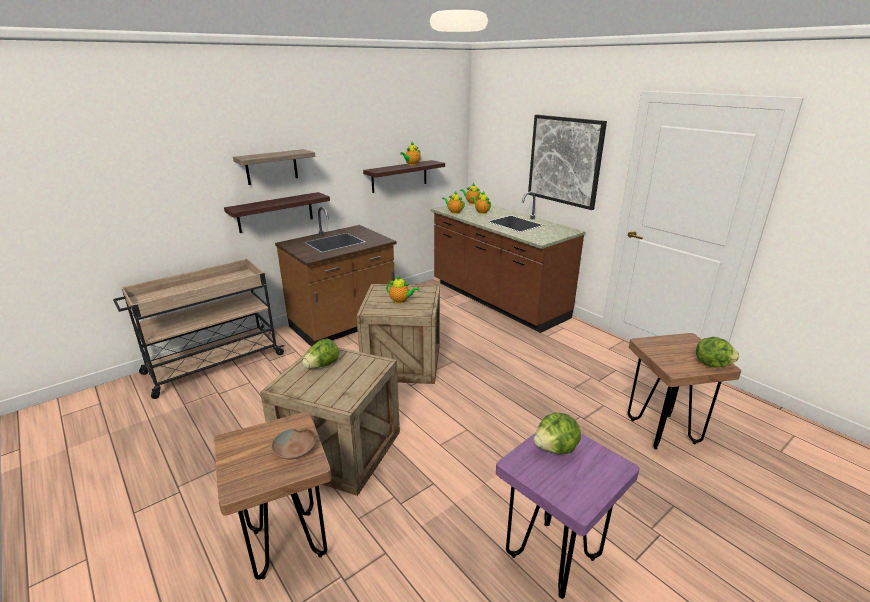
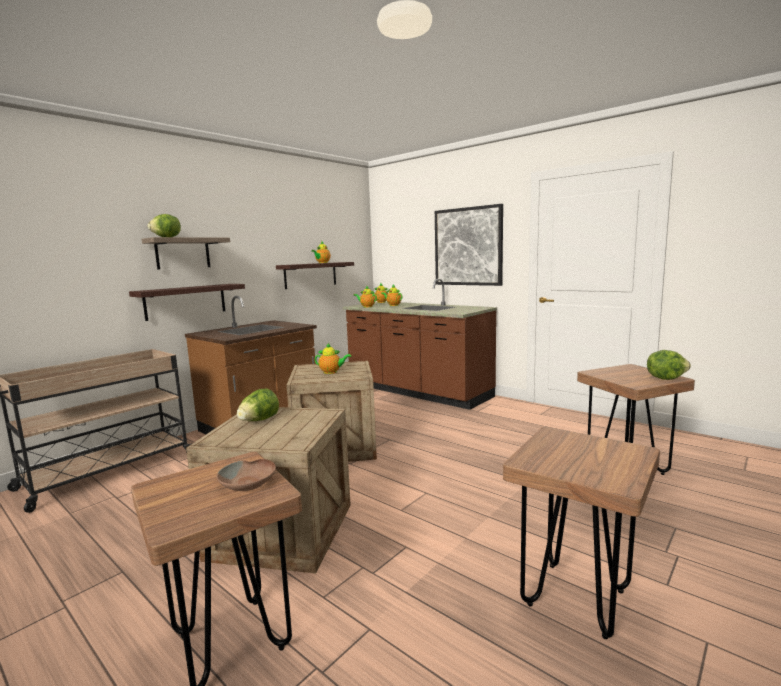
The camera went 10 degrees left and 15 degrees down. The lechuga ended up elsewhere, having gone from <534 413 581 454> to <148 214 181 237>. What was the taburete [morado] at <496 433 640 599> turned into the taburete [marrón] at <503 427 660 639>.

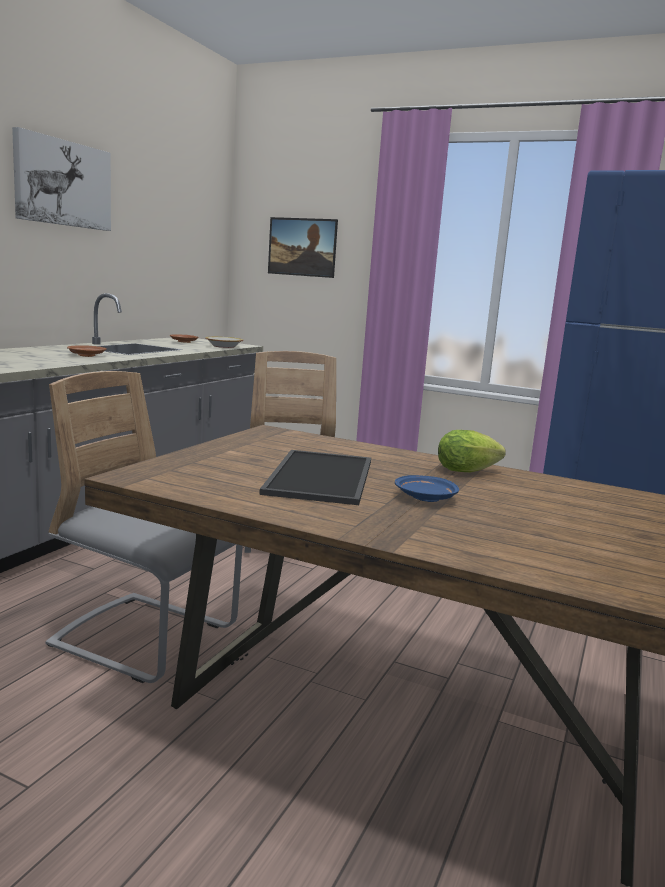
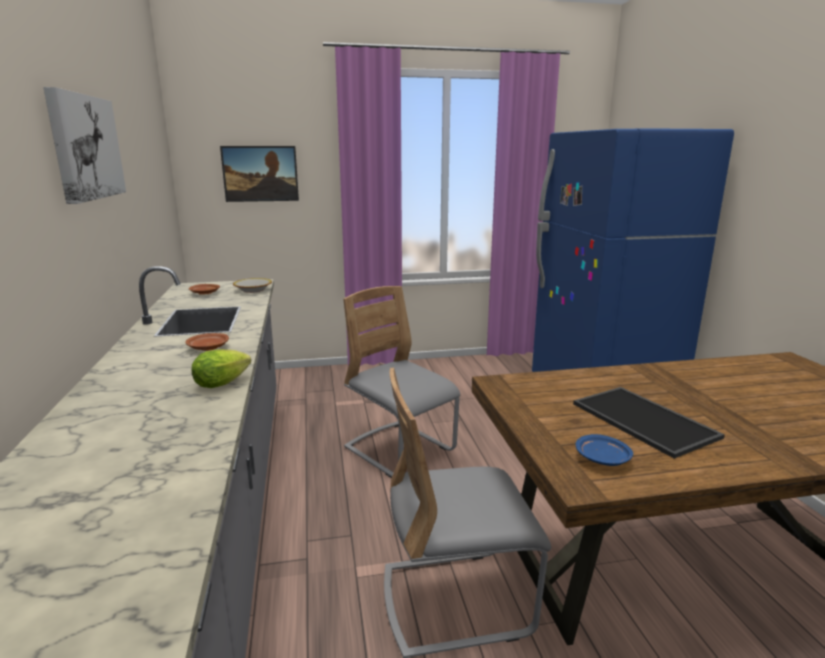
The camera went 35 degrees left and 5 degrees up. The plato [azul] ended up elsewhere, having gone from <395 475 459 502> to <576 434 633 466>. The lechuga ended up elsewhere, having gone from <438 430 506 473> to <192 349 251 388>.

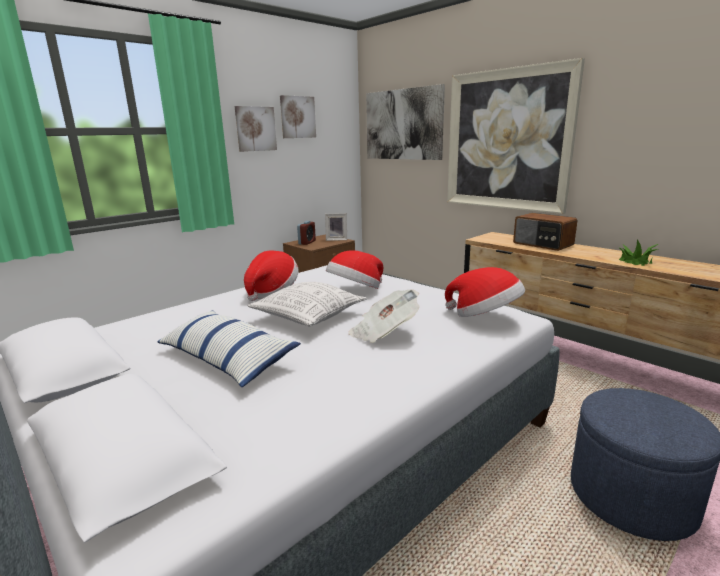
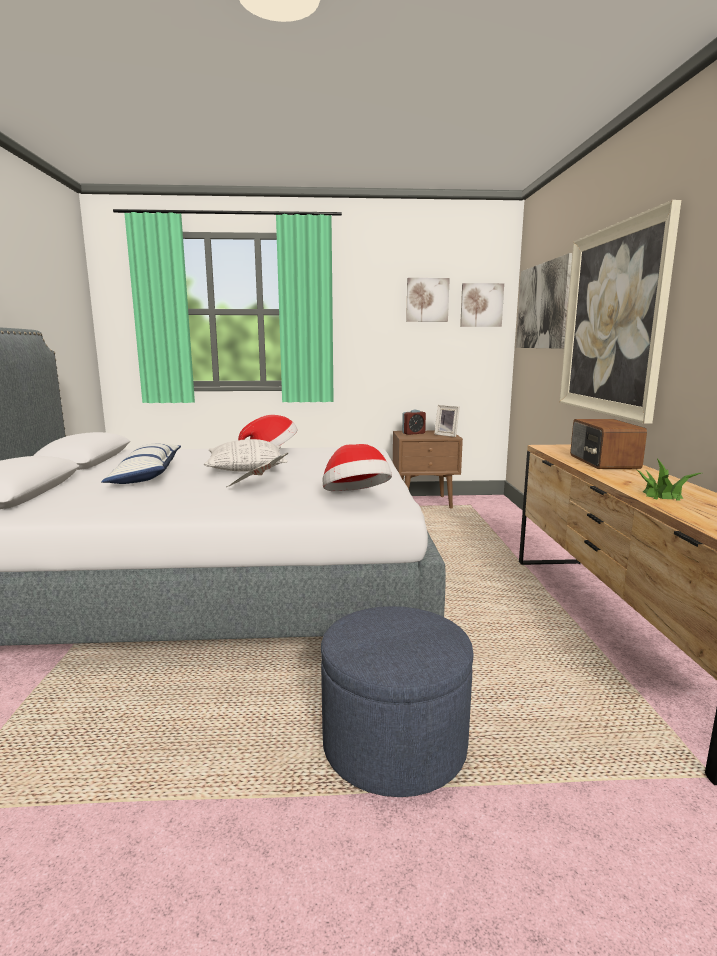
The camera went 40 degrees right and 5 degrees down. The second view lost the sombrero at <326 250 383 289>. The cuadro ended up elsewhere, having gone from <235 106 277 152> to <460 283 504 327>.

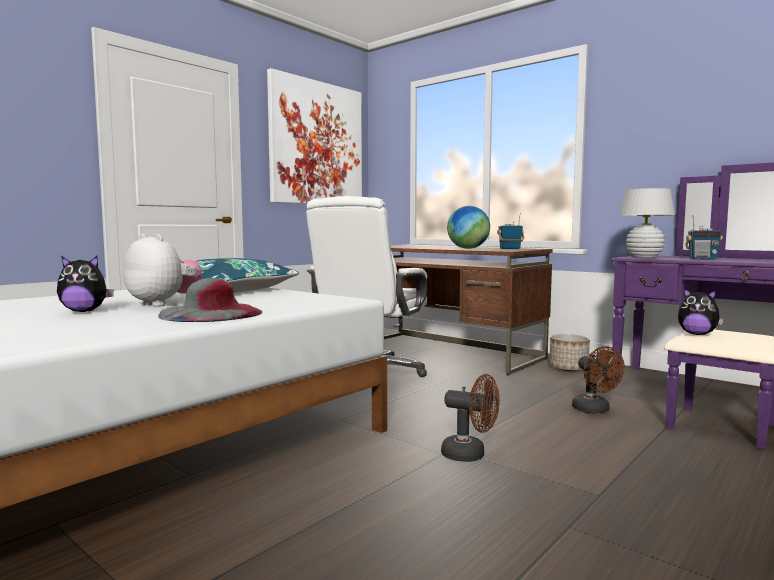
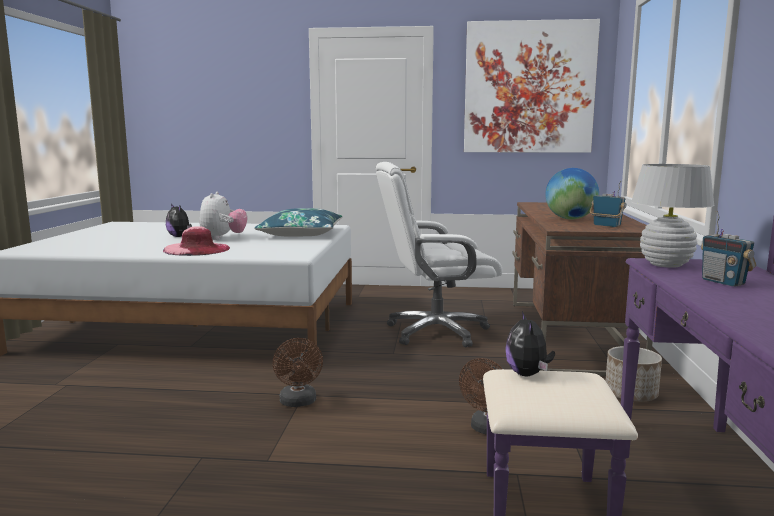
The camera went 55 degrees right and 5 degrees up. What was the sombrero [gris] at <158 278 262 322> turned into the sombrero [rosa] at <163 226 230 256>.

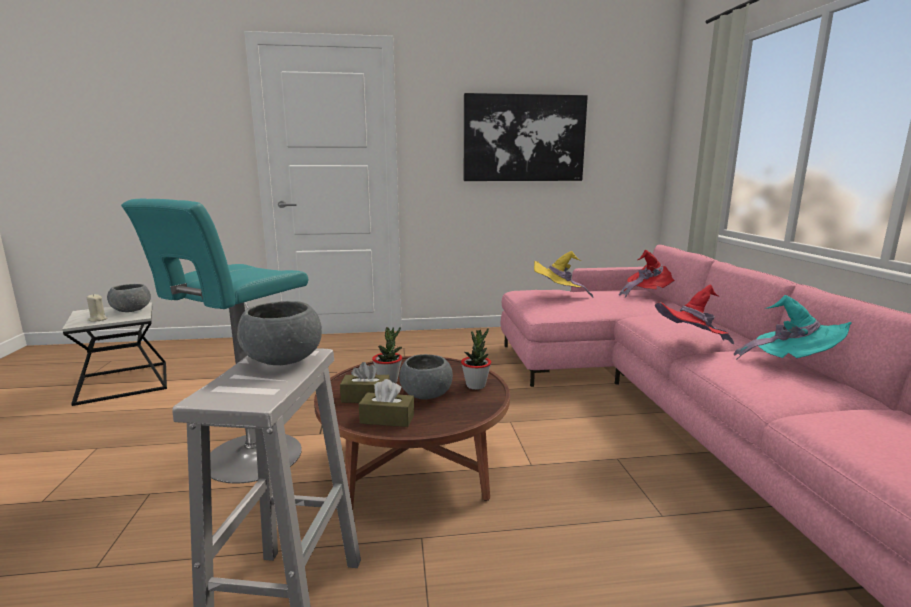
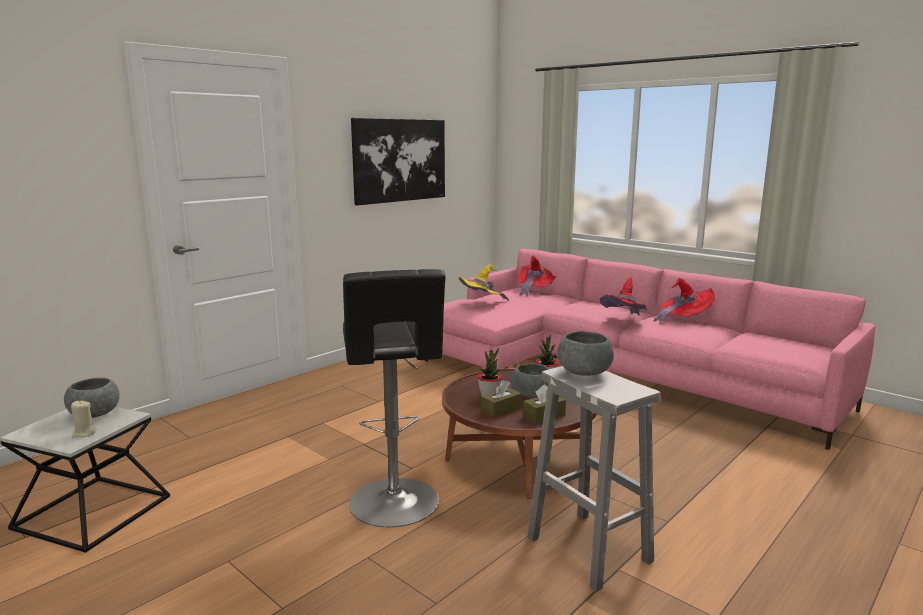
The camera went 40 degrees left and 0 degrees up. What was the taburete [turquesa] at <121 198 308 483> turned into the taburete [negro] at <343 269 445 527>. What was the sombrero [turquesa] at <734 295 852 360> turned into the sombrero [rojo] at <654 278 715 324>.

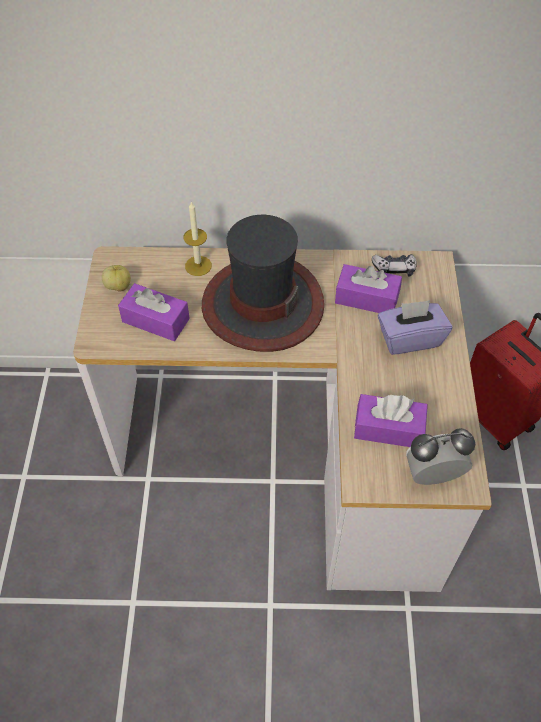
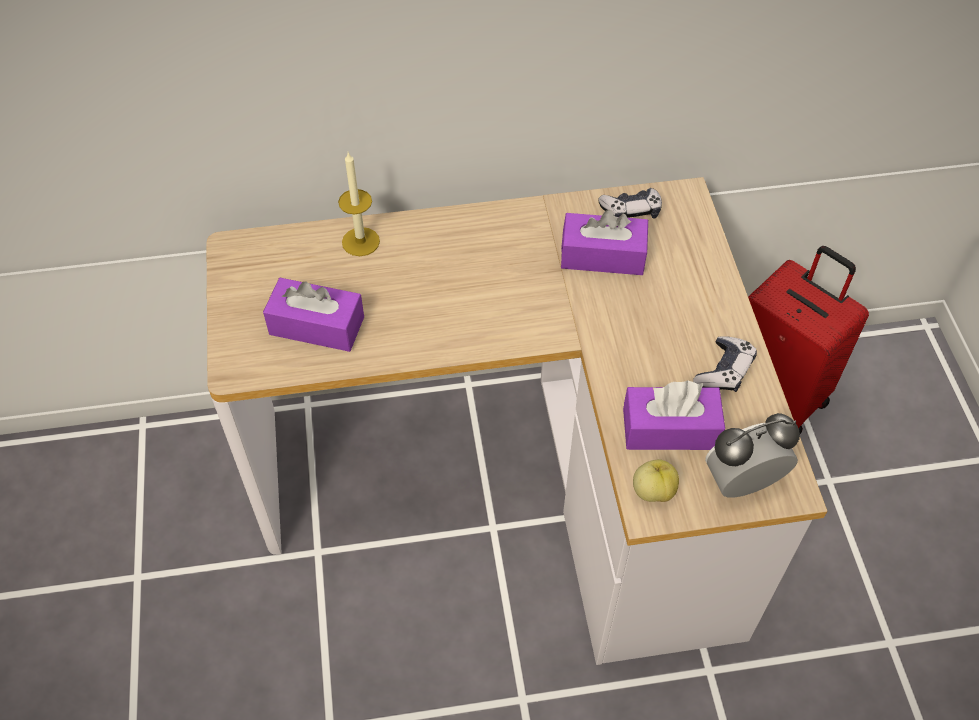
The camera went 10 degrees left and 0 degrees up. The second view lost the sombrero at <202 215 324 352>. The second view lost the caja de pañuelos [morado] at <378 300 452 355>. The second view gained the mando de consola at <693 336 757 392>. The manzana ended up elsewhere, having gone from <102 265 131 291> to <633 459 679 502>.

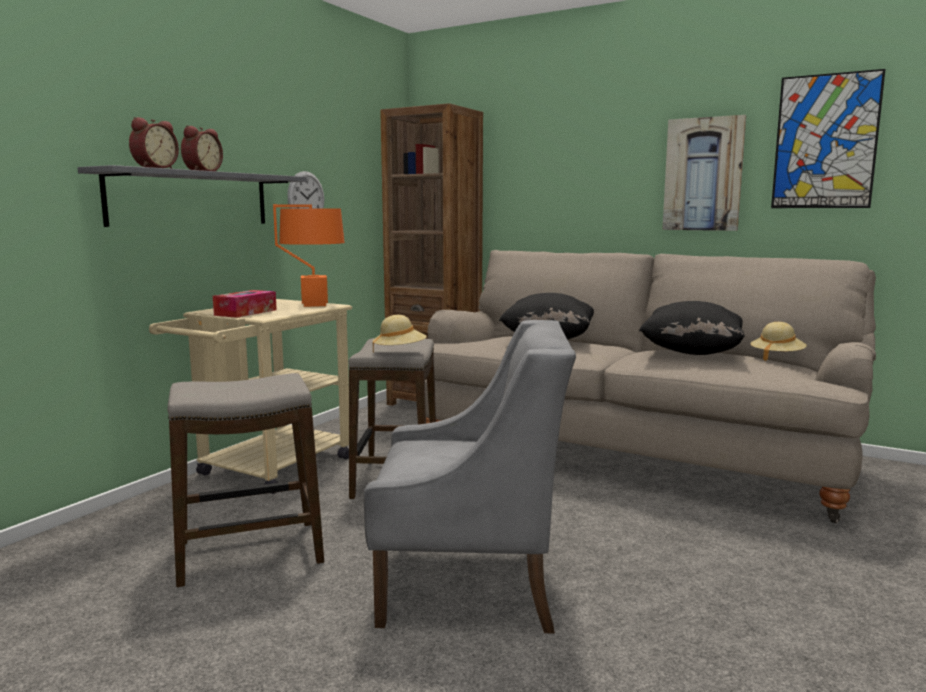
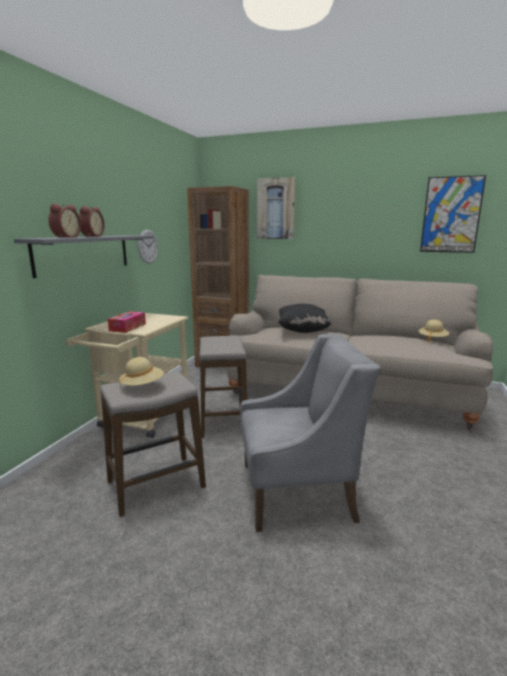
The camera went 10 degrees left and 5 degrees up. The second view lost the lámpara de mesa [naranja] at <273 204 345 307>. The second view lost the cojín [negro] at <639 301 745 355>. The sombrero [beis] ended up elsewhere, having gone from <373 315 427 353> to <119 357 164 390>. The cuadro ended up elsewhere, having gone from <662 115 746 231> to <257 177 296 239>.

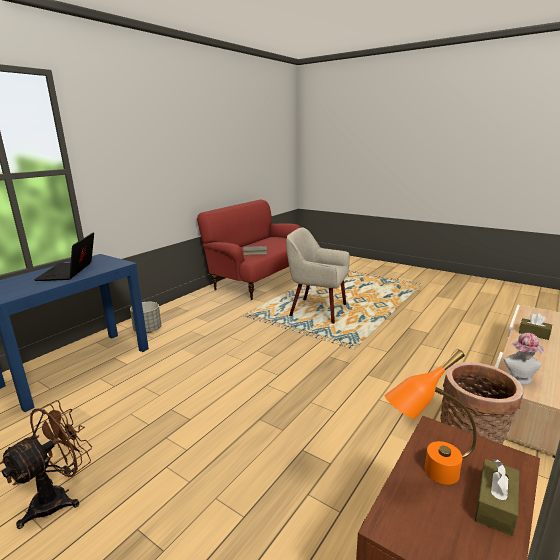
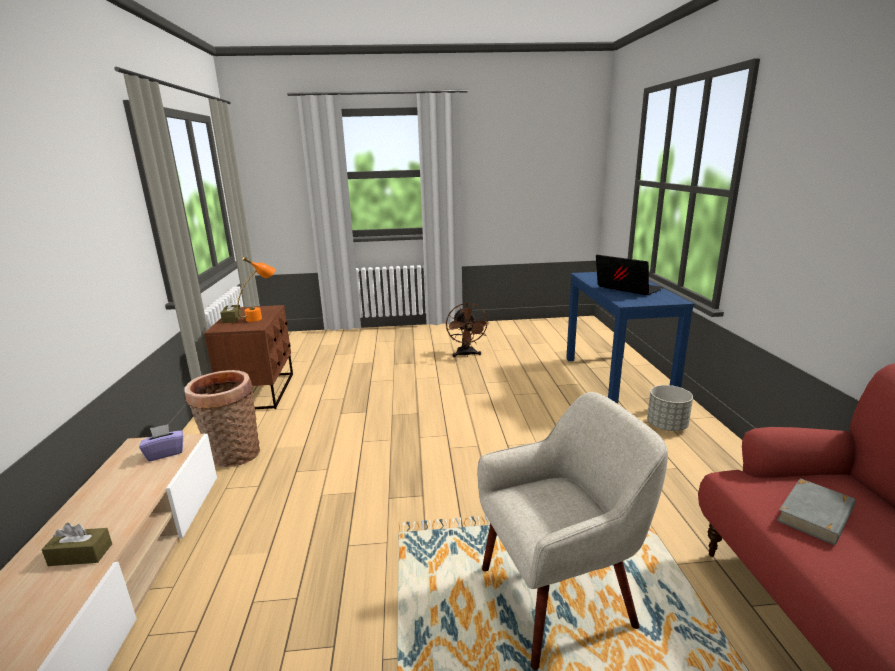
The camera went 140 degrees right and 0 degrees up. Where the sombrero stood at <504 333 544 385>, the caja de pañuelos [morado] came to stand at <139 424 183 461>.

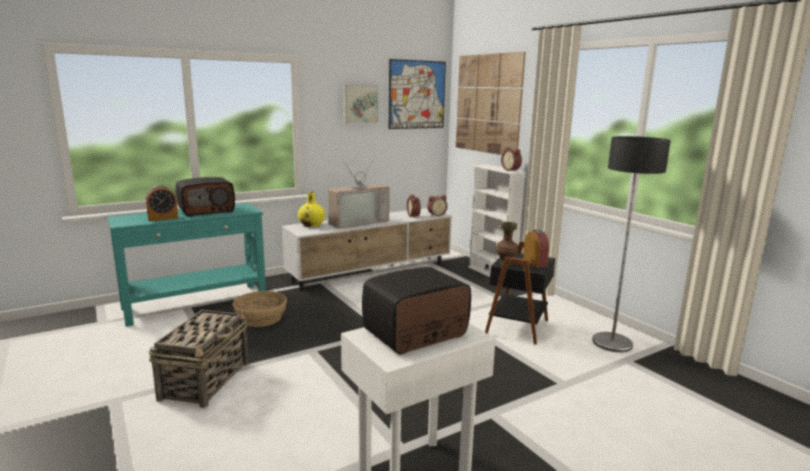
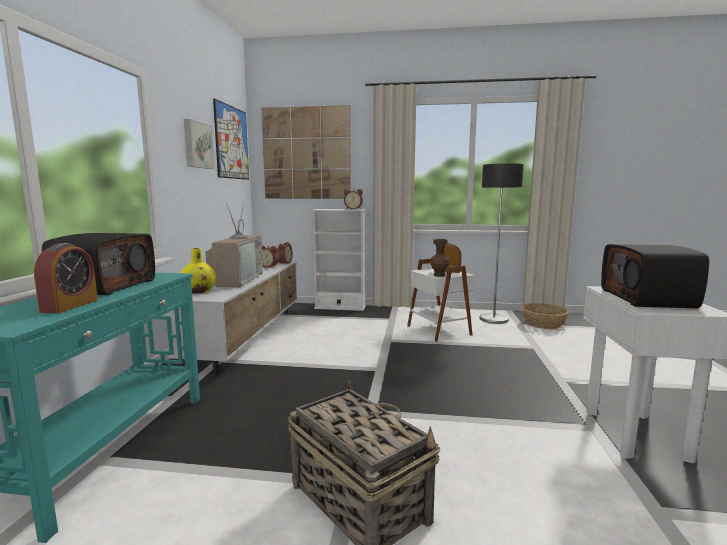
The camera went 50 degrees left and 5 degrees down. The cesta ended up elsewhere, having gone from <233 291 287 327> to <521 303 569 329>. What was the mesa auxiliar [negro] at <485 241 555 345> turned into the mesa auxiliar [blanco] at <407 259 475 342>.

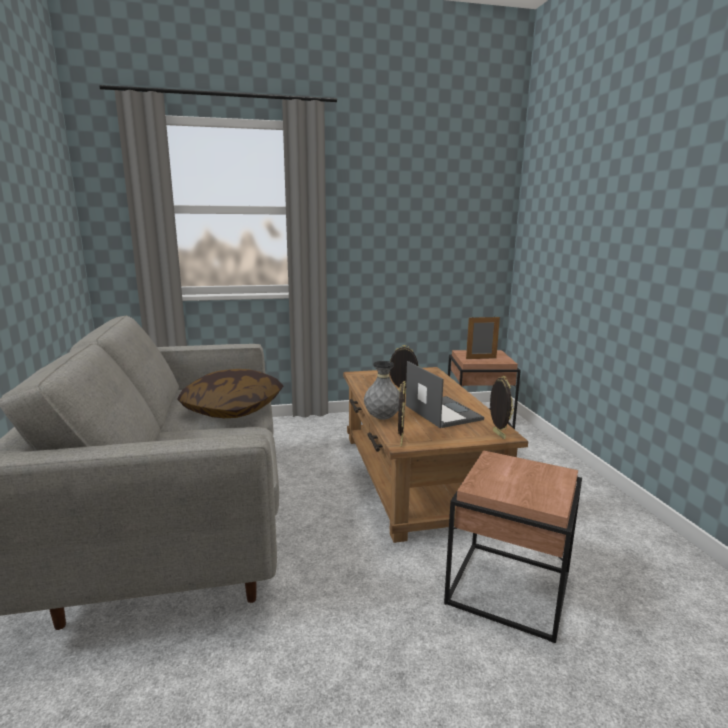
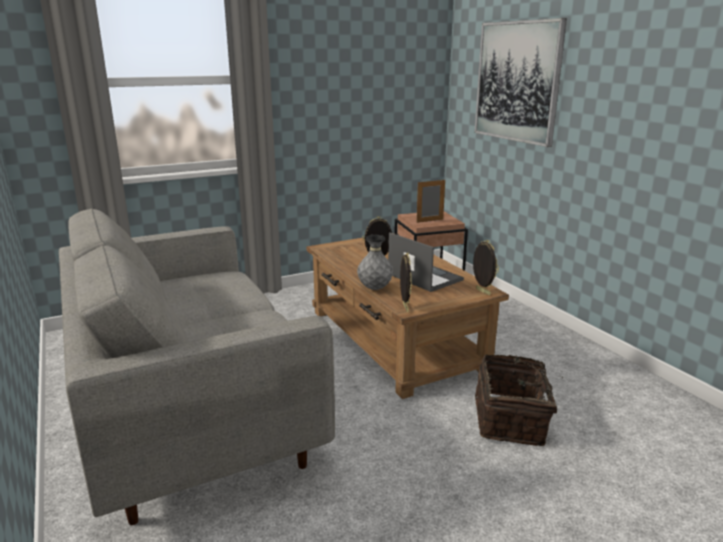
The camera went 15 degrees left and 5 degrees up. The second view lost the cojín at <177 369 283 418>. The second view gained the cuadro at <474 18 567 147>. Where the mesa auxiliar [marrón] stood at <444 450 582 643>, the cesta came to stand at <475 354 563 446>.

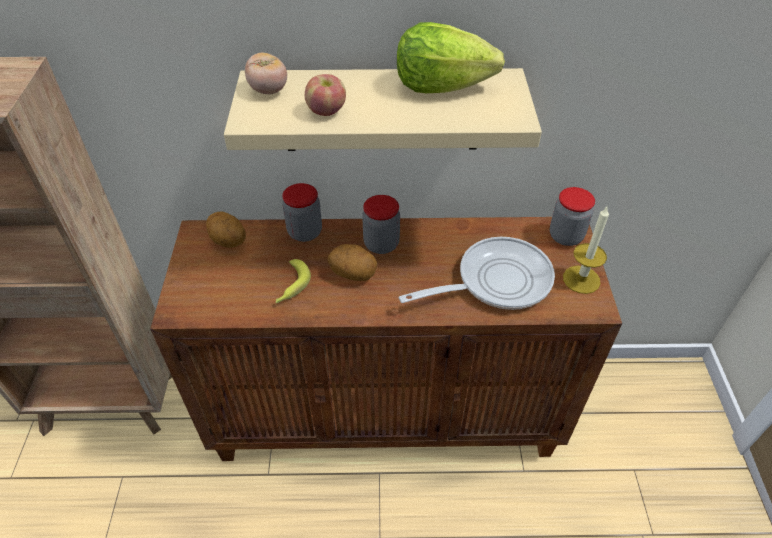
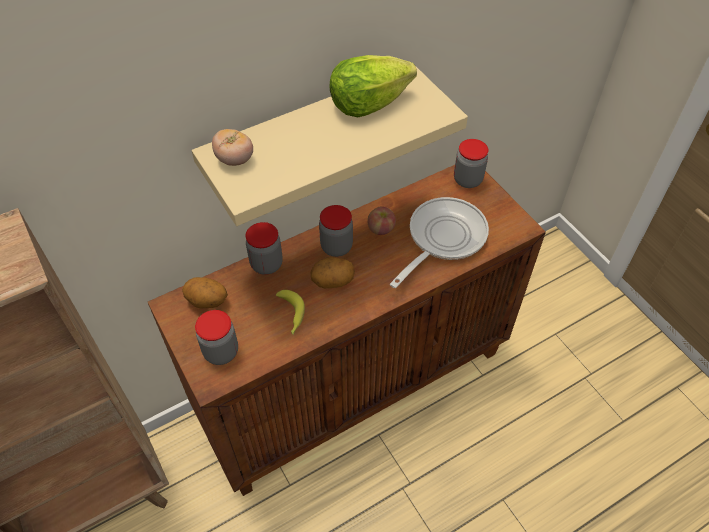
The camera went 30 degrees left and 5 degrees up. The second view lost the vela at <563 207 609 294>. The second view gained the tarro at <195 310 238 365>. The manzana ended up elsewhere, having gone from <305 74 346 116> to <367 206 396 235>.

